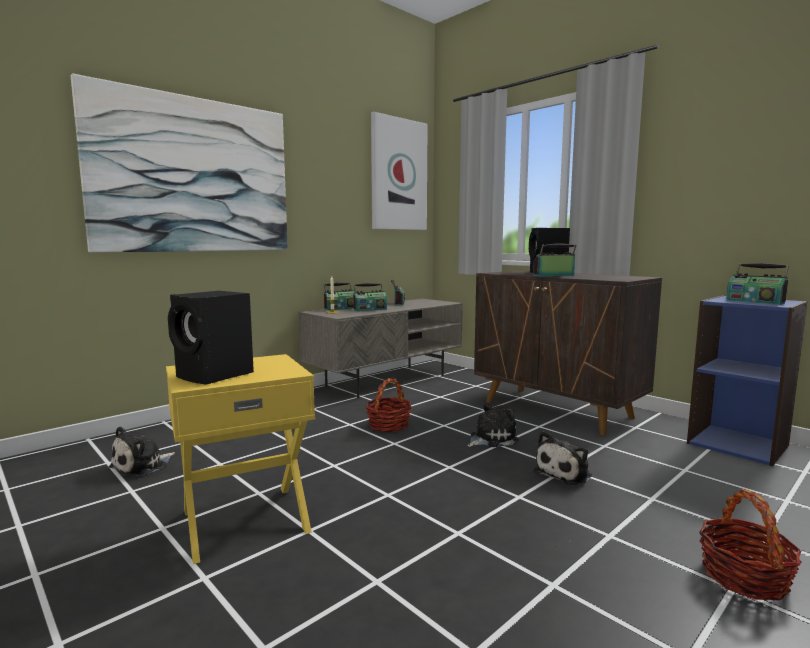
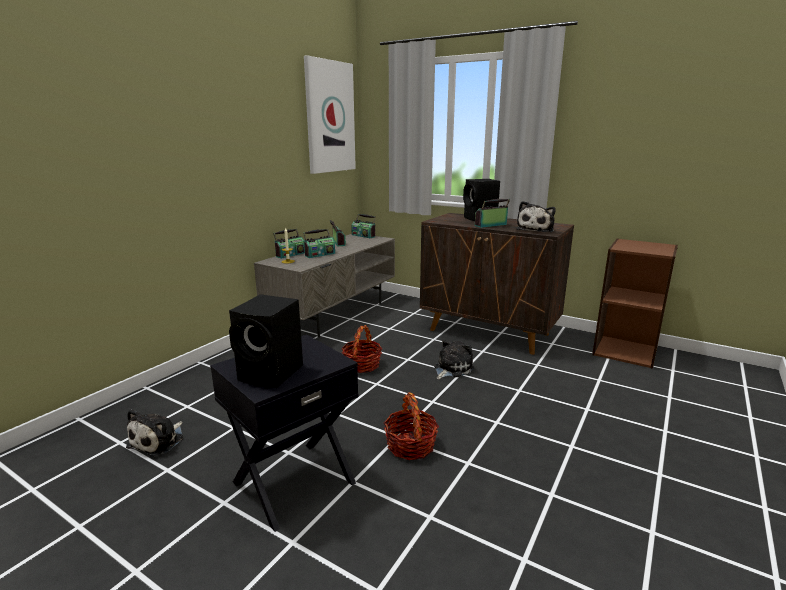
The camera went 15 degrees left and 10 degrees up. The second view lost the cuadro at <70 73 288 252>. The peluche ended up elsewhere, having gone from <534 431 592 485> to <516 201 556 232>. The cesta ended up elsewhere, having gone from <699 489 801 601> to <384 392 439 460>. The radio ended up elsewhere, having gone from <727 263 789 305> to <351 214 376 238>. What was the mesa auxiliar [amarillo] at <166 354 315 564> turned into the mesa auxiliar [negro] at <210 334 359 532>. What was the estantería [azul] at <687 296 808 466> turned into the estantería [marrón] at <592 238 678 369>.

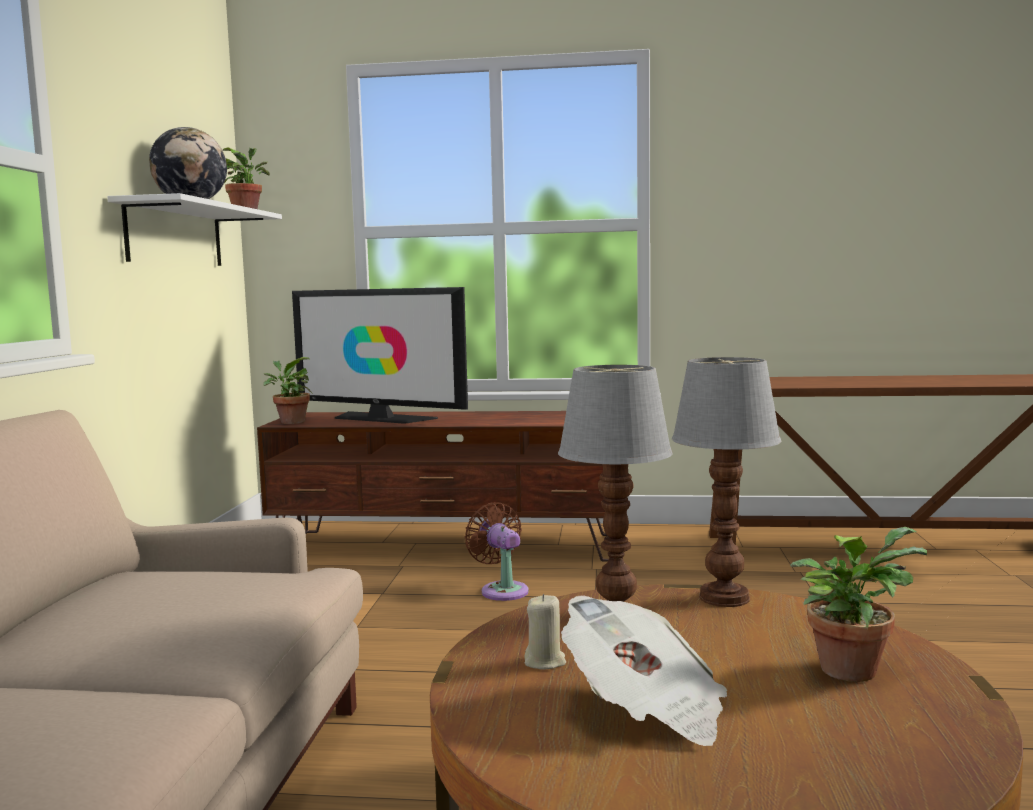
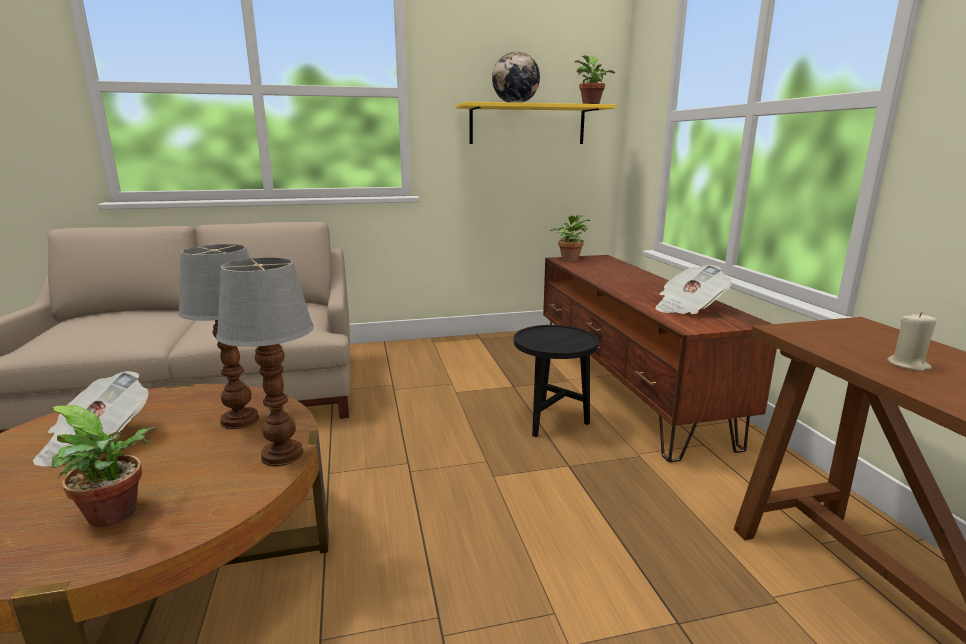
The camera went 70 degrees right and 10 degrees up. The second view lost the televisor at <292 287 468 424>. The second view gained the periódico at <655 265 732 314>. The vela [beis] ended up elsewhere, having gone from <524 594 566 670> to <887 312 936 371>. Where the ventilador [marrón] stood at <465 502 529 601>, the mesa auxiliar [negro] came to stand at <514 325 598 437>. What was the estante [blanco] at <107 193 282 266> turned into the estante [amarillo] at <456 102 616 144>.

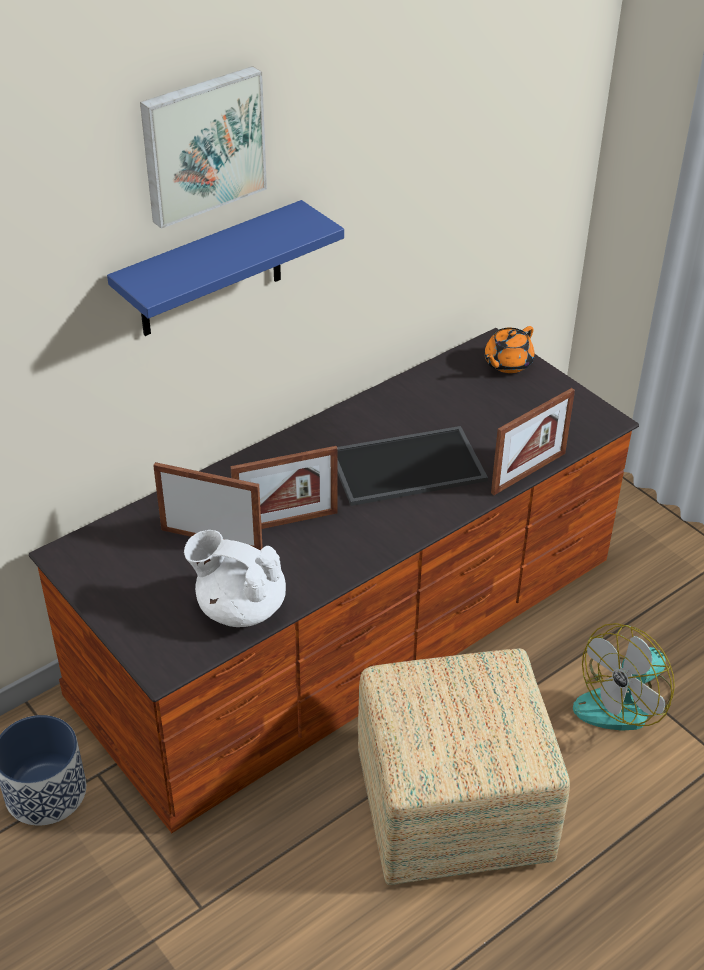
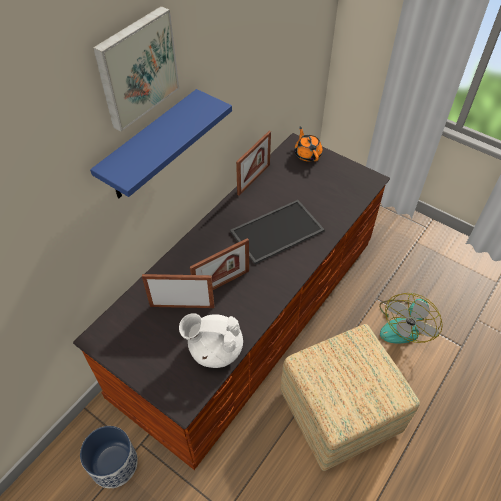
The camera went 15 degrees left and 10 degrees up. The portarretratos ended up elsewhere, having gone from <491 388 575 495> to <236 131 271 196>. The tetera [naranja] at <484 326 535 373> ended up facing another way, 135 degrees clockwise from before.

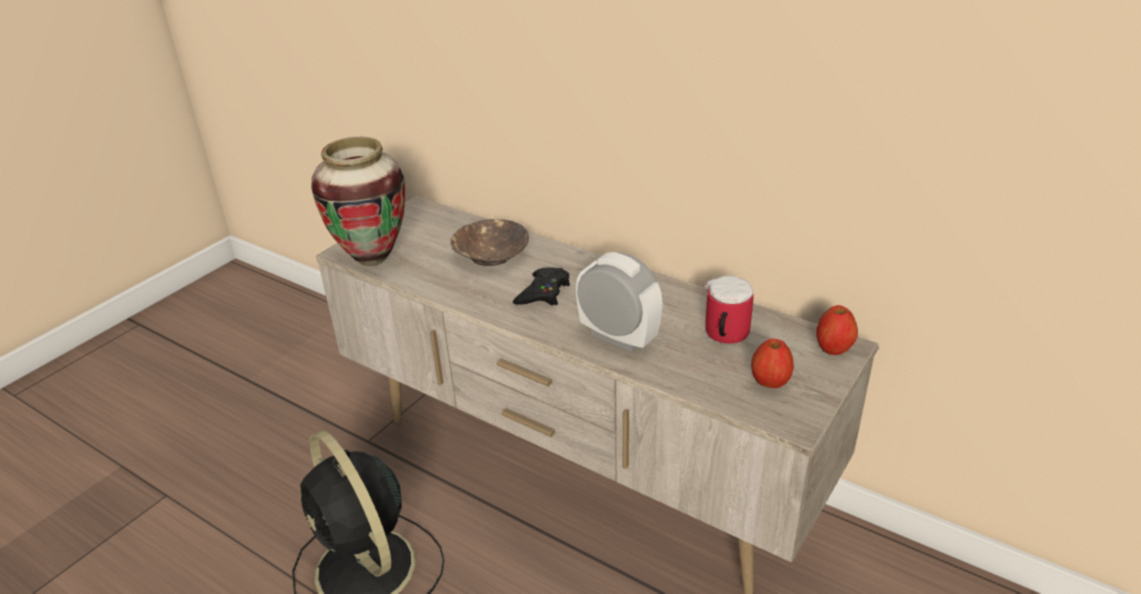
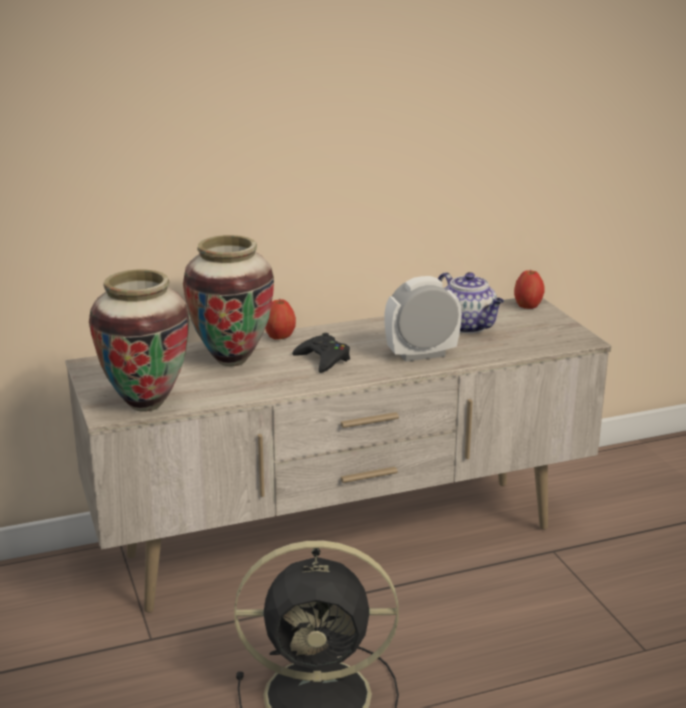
The camera went 55 degrees left and 10 degrees down. The manzana ended up elsewhere, having gone from <751 338 794 388> to <265 299 296 339>. Where the cuenco [marrón] stood at <451 219 529 266>, the florero came to stand at <183 235 274 366>. Where the taza grande stood at <705 275 754 344>, the tetera came to stand at <438 272 504 333>.

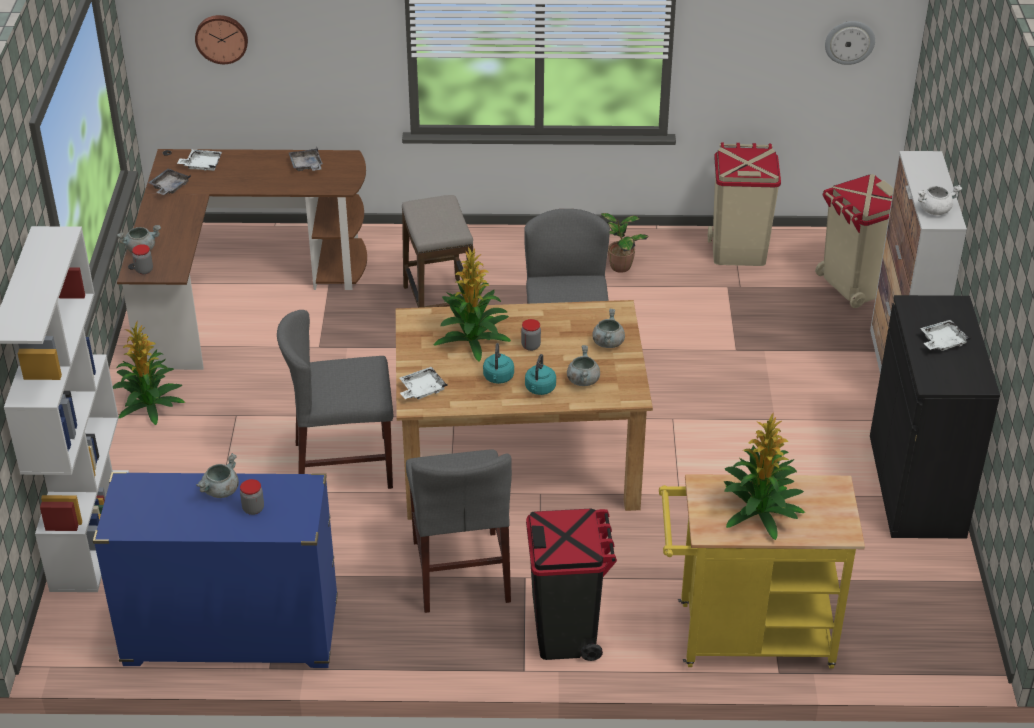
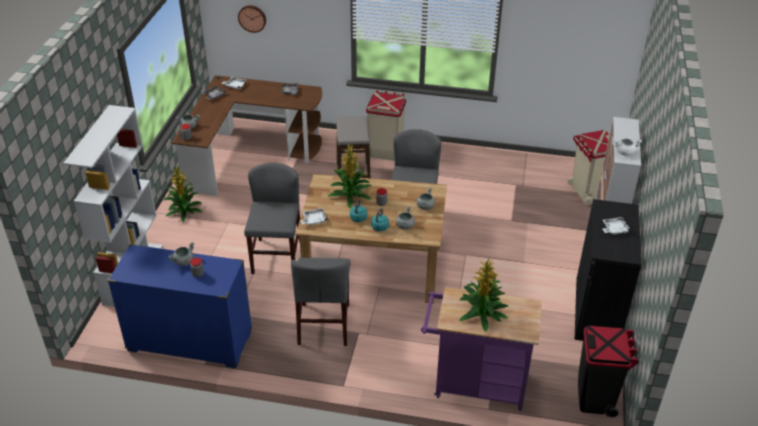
The camera went 10 degrees right and 0 degrees up. The second view lost the planta en maceta at <601 213 649 273>. The second view lost the reloj de pared at <825 21 875 65>. The papelera [negro] ended up elsewhere, having gone from <526 509 617 661> to <578 326 639 417>. The papelera [beis] ended up elsewhere, having gone from <708 142 781 266> to <366 90 406 161>. What was the carrito [amarillo] at <659 474 865 669> turned into the carrito [morado] at <421 287 542 411>. The silla [gris] at <277 310 393 489> ended up facing another way, 90 degrees clockwise from before.

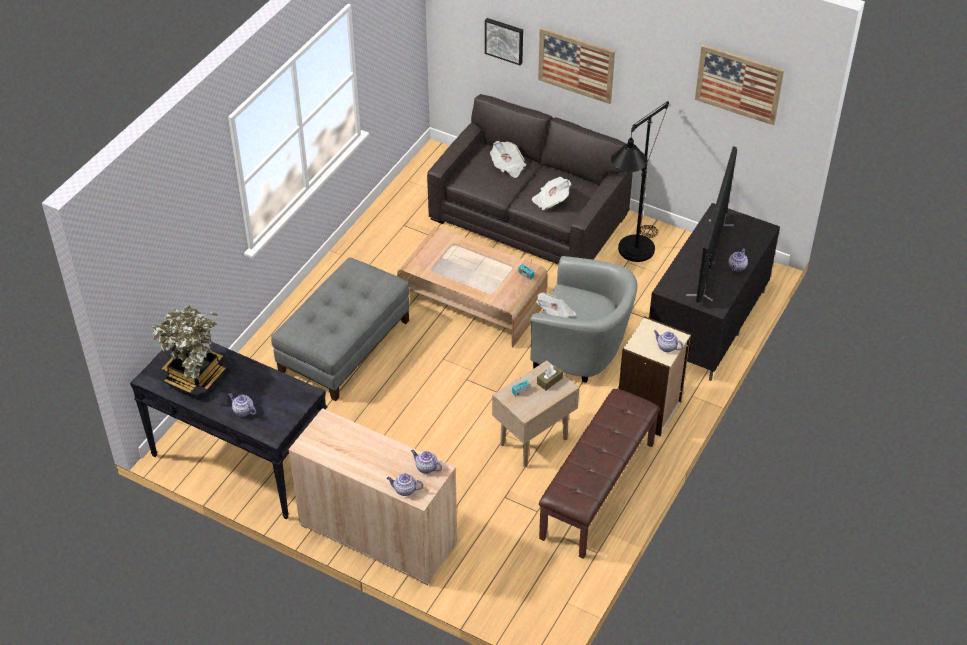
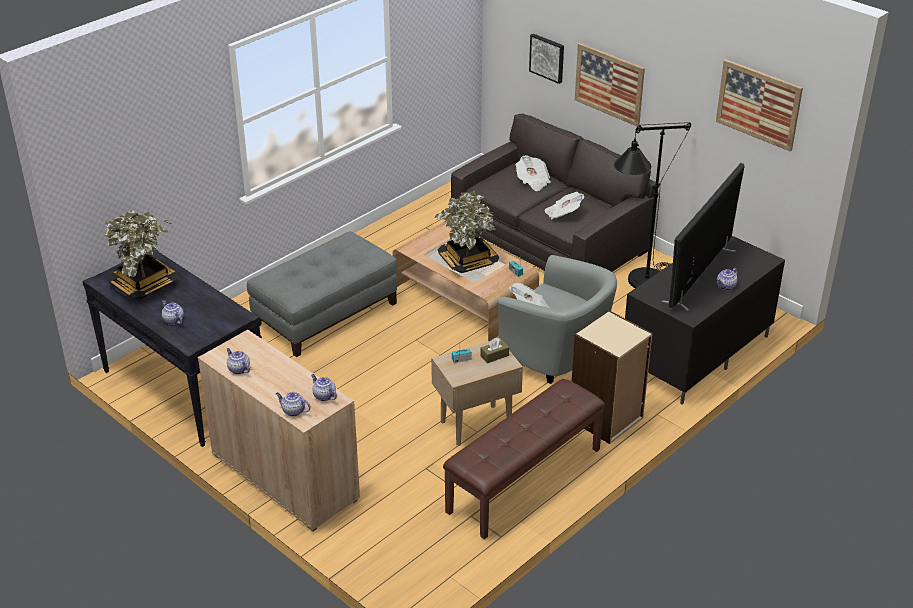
The camera went 15 degrees right and 10 degrees down. The second view gained the planta en maceta at <434 191 499 273>. The tetera ended up elsewhere, having gone from <654 330 683 352> to <227 348 250 375>.

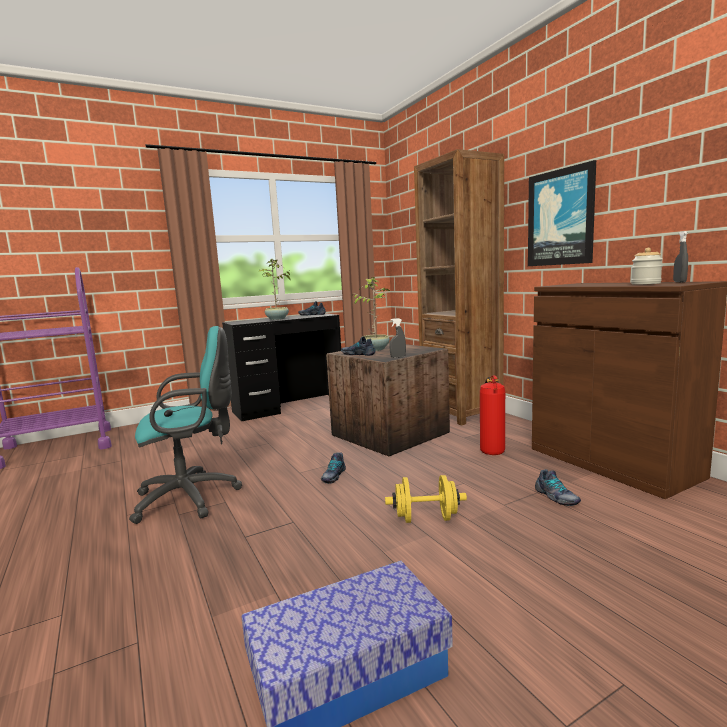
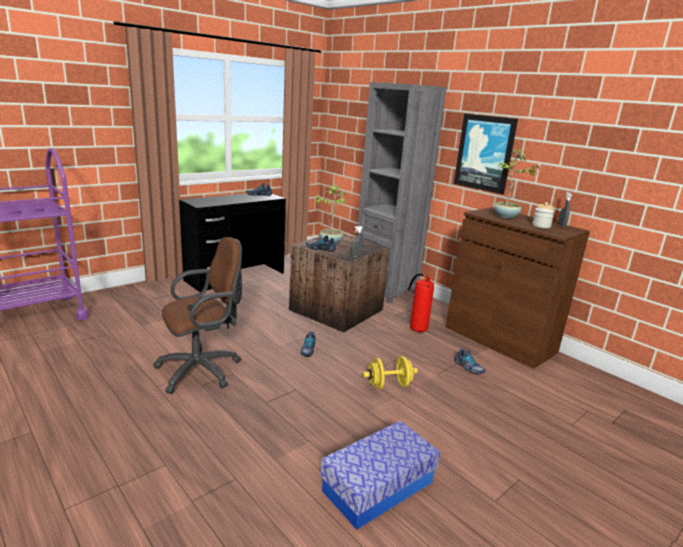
The camera went 15 degrees left and 10 degrees up. The planta en maceta ended up elsewhere, having gone from <258 259 290 320> to <494 149 539 218>. What was the silla de oficina [turquesa] at <129 326 242 524> turned into the silla de oficina [marrón] at <153 237 242 394>. What was the estantería [marrón] at <414 149 504 425> turned into the estantería [gris] at <357 82 446 303>.

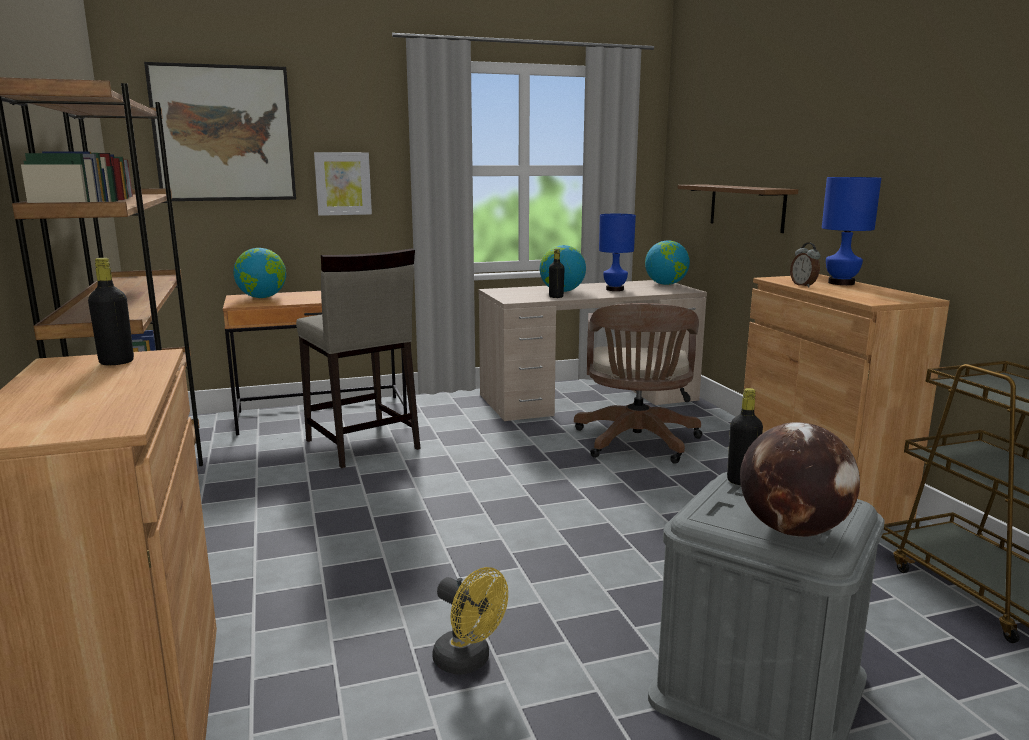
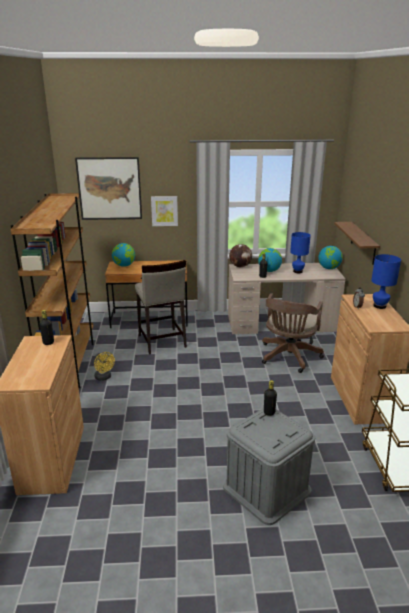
The camera went 15 degrees right and 10 degrees up. The ventilador [amarillo] ended up elsewhere, having gone from <432 567 508 675> to <94 352 115 381>. The globo terráqueo ended up elsewhere, having gone from <740 422 860 537> to <229 244 252 267>.

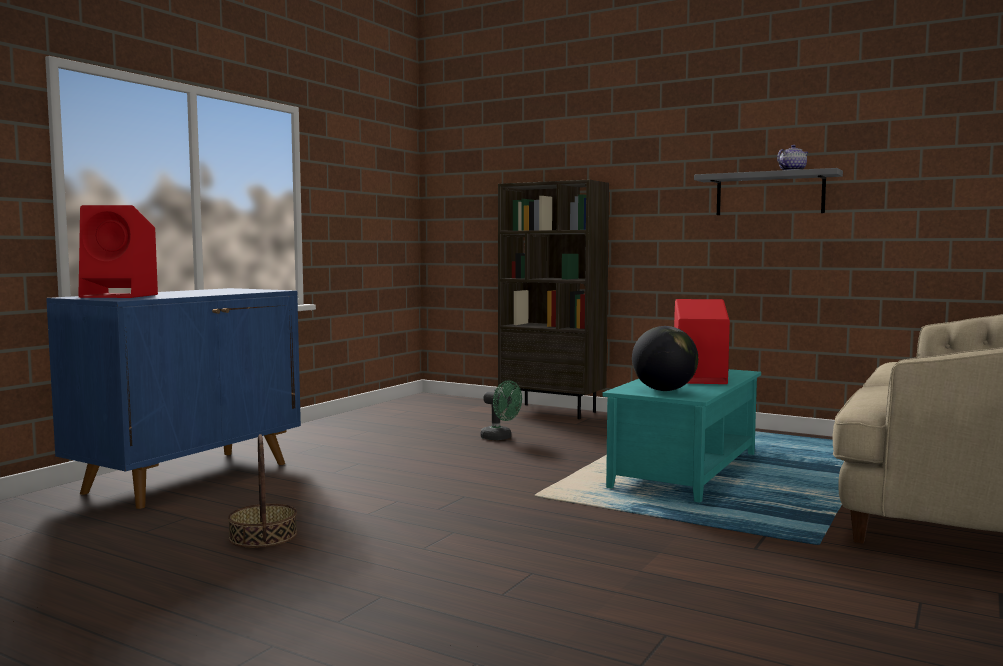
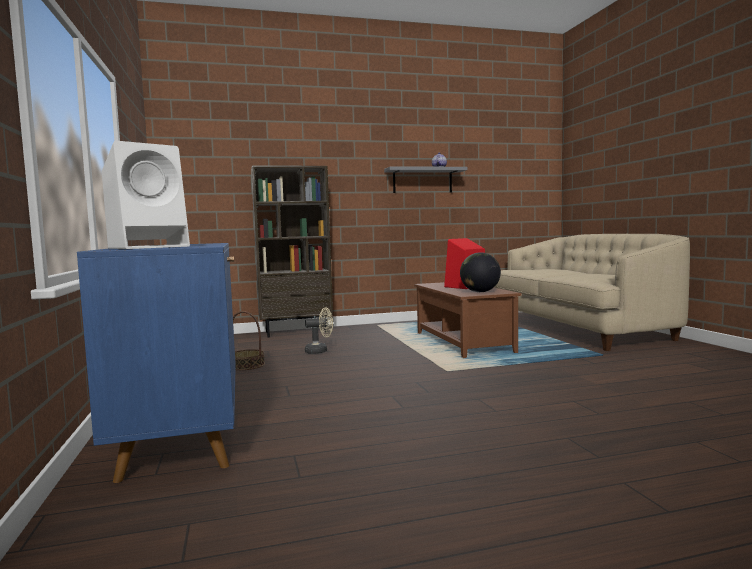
The camera went 45 degrees left and 0 degrees up. The cesta ended up elsewhere, having gone from <228 434 297 548> to <233 311 265 370>. What was the altavoz [rojo] at <78 205 158 298> turned into the altavoz [blanco] at <102 141 190 249>. What was the ventilador [verde] at <480 380 522 440> turned into the ventilador [beis] at <305 307 333 354>. What was the mesa de centro [turquesa] at <602 369 761 503> turned into the mesa de centro [marrón] at <414 282 521 358>.

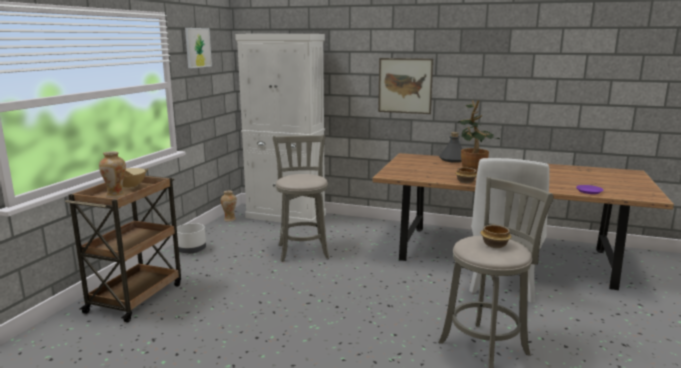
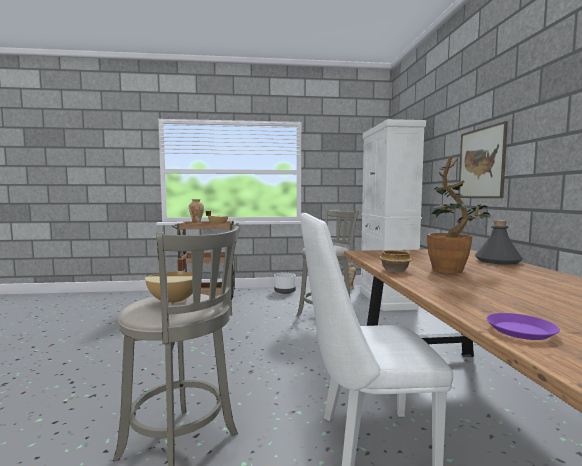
The camera went 65 degrees right and 10 degrees down. The second view lost the cuadro at <185 28 212 68>. Where the cuenco stood at <481 225 512 248>, the olla [beis] came to stand at <145 257 193 306>.

